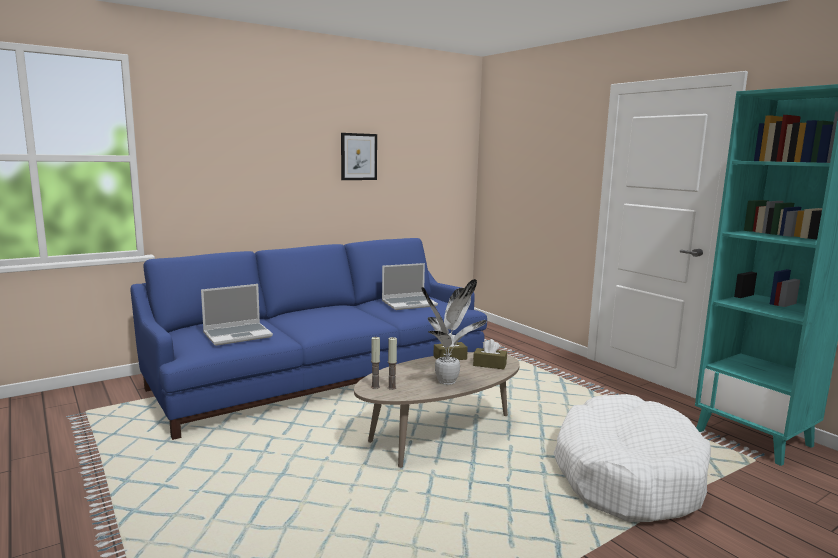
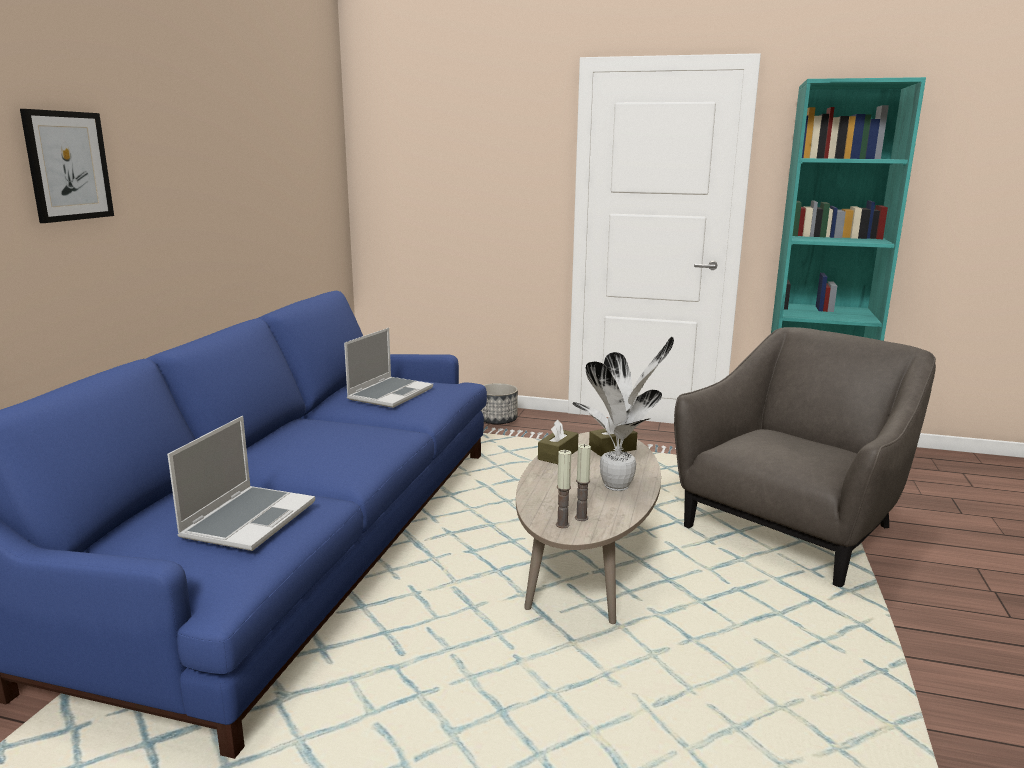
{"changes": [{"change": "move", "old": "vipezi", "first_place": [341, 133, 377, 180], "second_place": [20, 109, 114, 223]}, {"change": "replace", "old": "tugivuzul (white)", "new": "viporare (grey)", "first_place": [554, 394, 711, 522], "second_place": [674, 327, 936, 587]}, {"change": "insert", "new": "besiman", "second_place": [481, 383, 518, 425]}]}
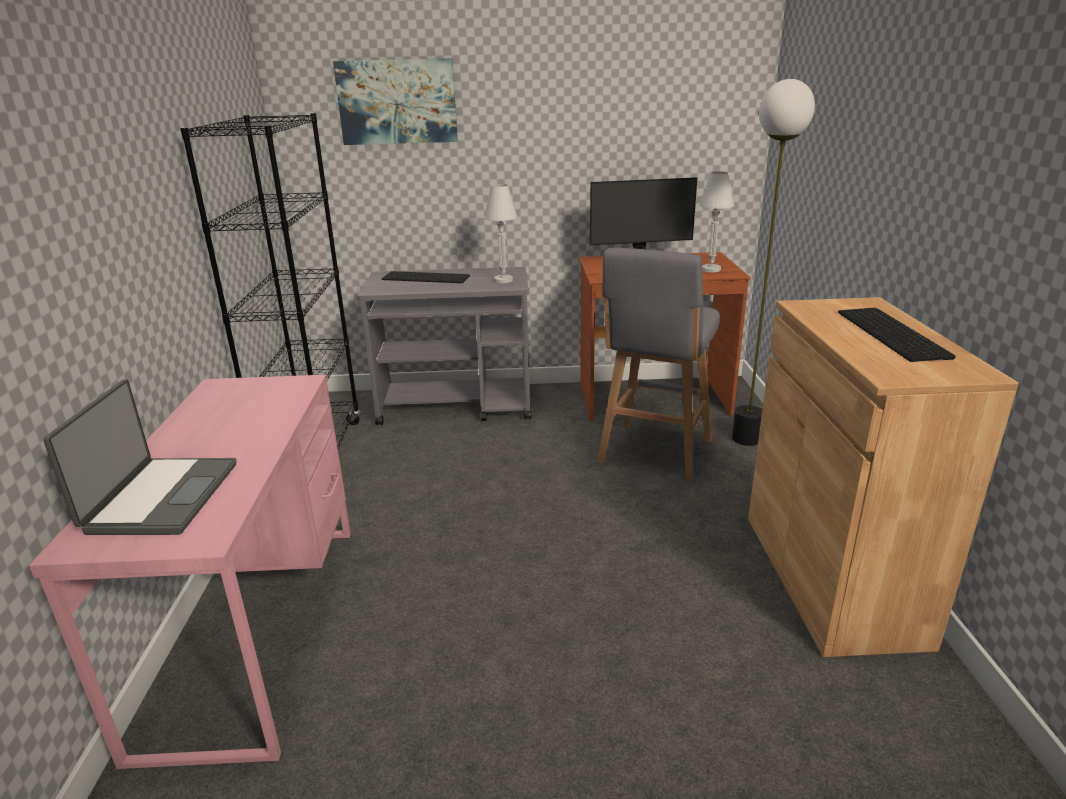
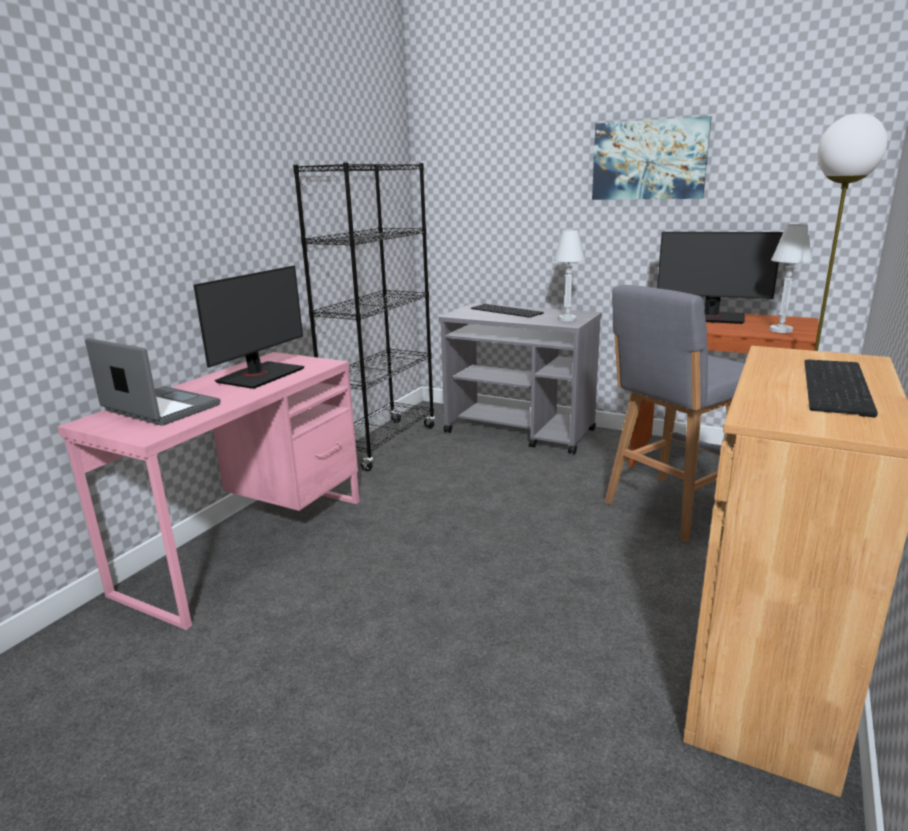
{"changes": [{"change": "rotate", "old": "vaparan", "first_place": [43, 379, 237, 535], "second_place": [85, 338, 220, 426], "degrees": -90}, {"change": "move", "old": "vipezi", "first_place": [333, 58, 458, 145], "second_place": [592, 116, 712, 200]}, {"change": "insert", "new": "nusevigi", "second_place": [193, 266, 305, 389]}]}
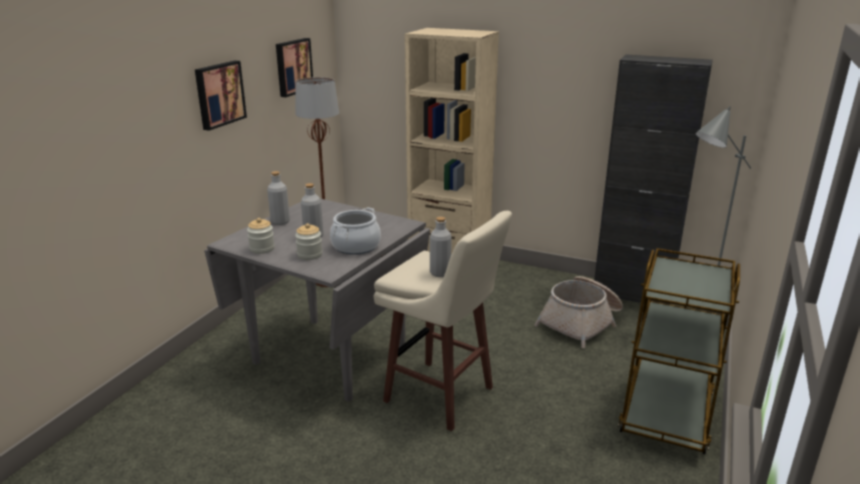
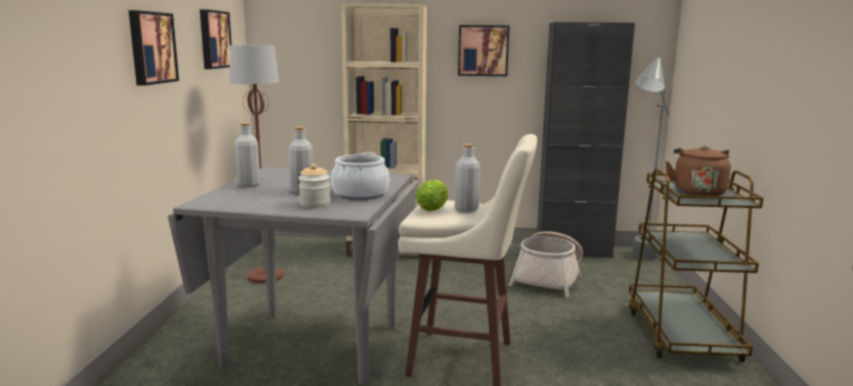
{"changes": [{"change": "delete", "old": "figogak", "first_place": [247, 218, 275, 254]}, {"change": "insert", "new": "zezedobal", "second_place": [415, 180, 448, 211]}, {"change": "insert", "new": "vipezi", "second_place": [458, 25, 509, 76]}, {"change": "insert", "new": "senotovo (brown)", "second_place": [665, 146, 731, 196]}]}
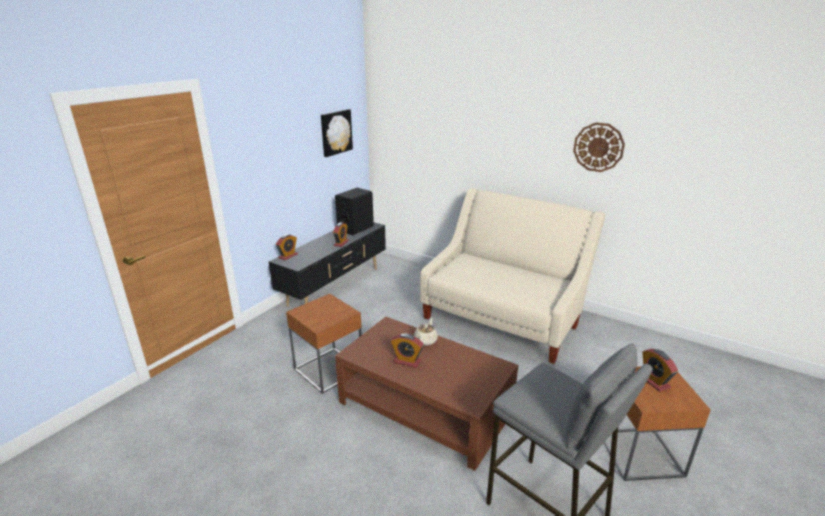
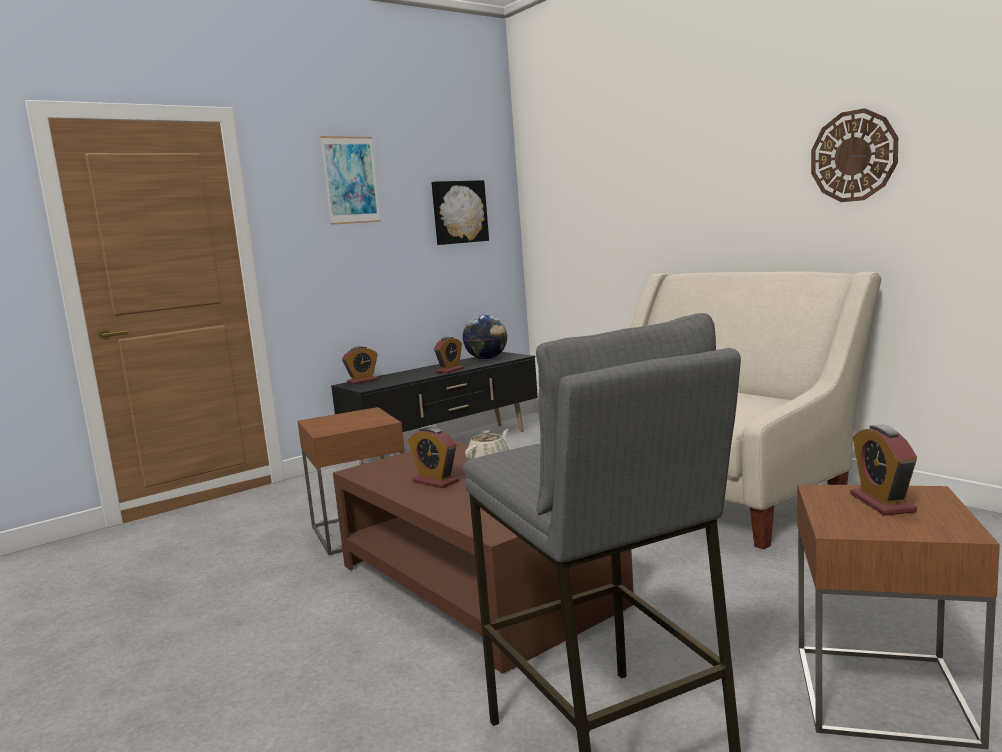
{"changes": [{"change": "replace", "old": "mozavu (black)", "new": "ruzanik", "first_place": [335, 188, 374, 235], "second_place": [463, 315, 507, 359]}, {"change": "insert", "new": "vipezi", "second_place": [320, 136, 381, 225]}]}
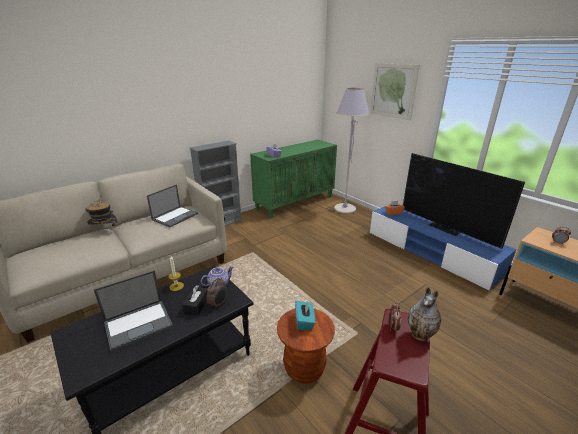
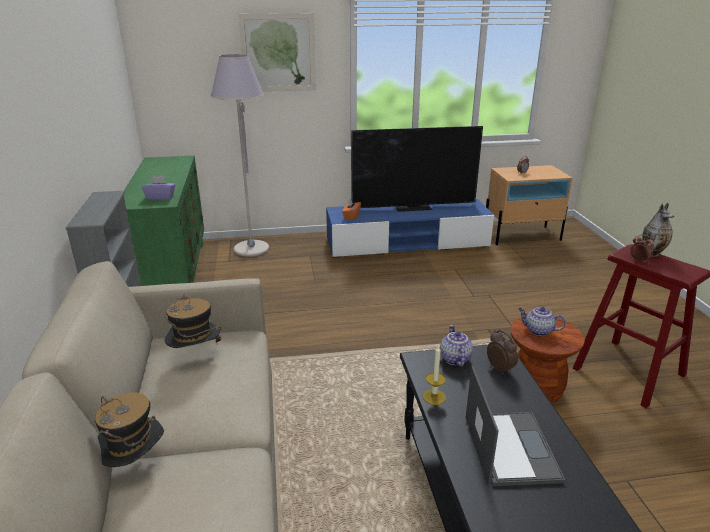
{"changes": [{"change": "replace", "old": "vaparan", "new": "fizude", "first_place": [147, 184, 198, 227], "second_place": [165, 293, 222, 348]}, {"change": "delete", "old": "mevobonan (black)", "first_place": [182, 285, 208, 316]}, {"change": "replace", "old": "mevobonan (turquoise)", "new": "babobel", "first_place": [295, 301, 315, 330], "second_place": [518, 307, 566, 336]}]}
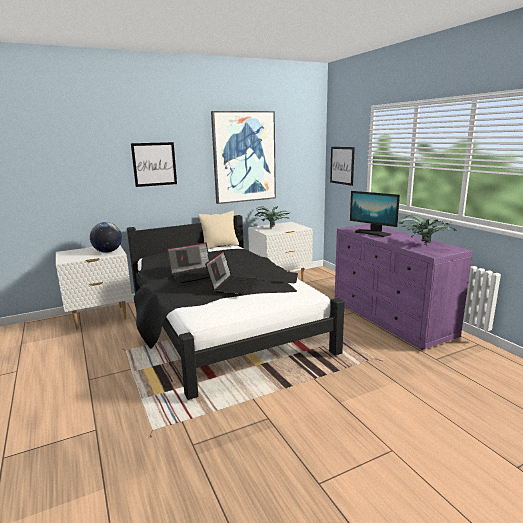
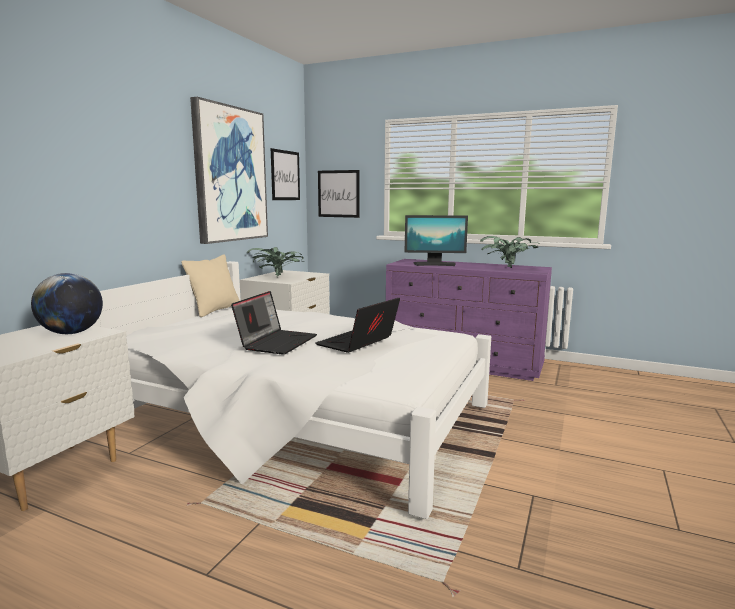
{"changes": [{"change": "recolor", "old": "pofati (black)", "new": "pofati (white)", "first_place": [127, 215, 345, 400], "second_place": [92, 261, 491, 519]}, {"change": "move", "old": "vipezi", "first_place": [131, 142, 177, 187], "second_place": [271, 148, 300, 200]}, {"change": "rotate", "old": "vaparan", "first_place": [205, 251, 257, 295], "second_place": [315, 298, 400, 353], "degrees": -120}]}
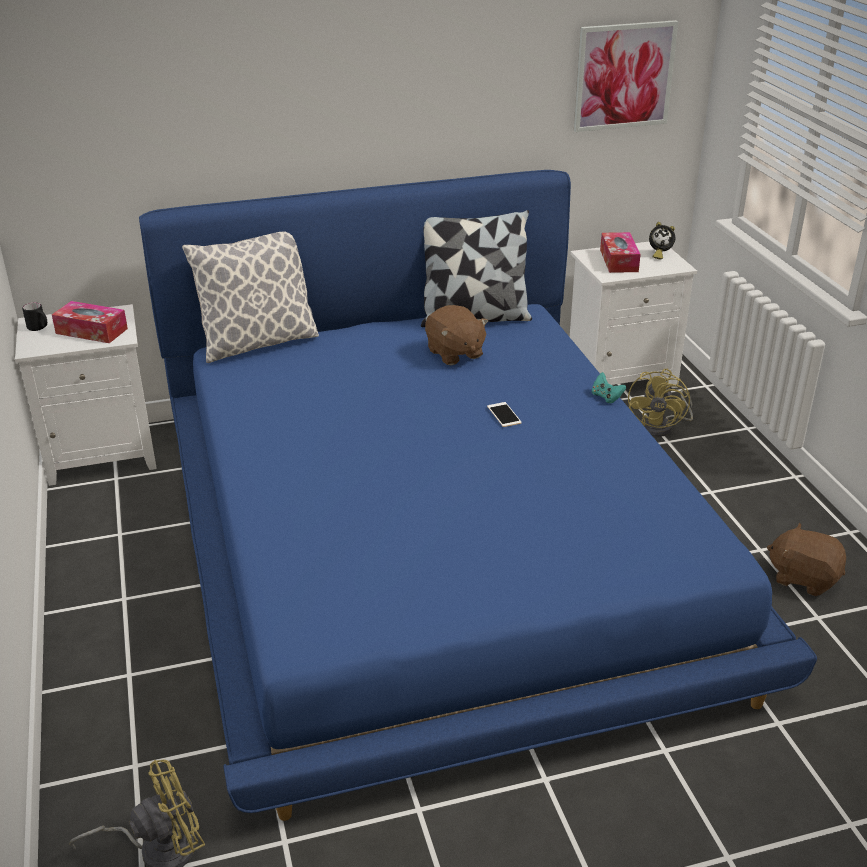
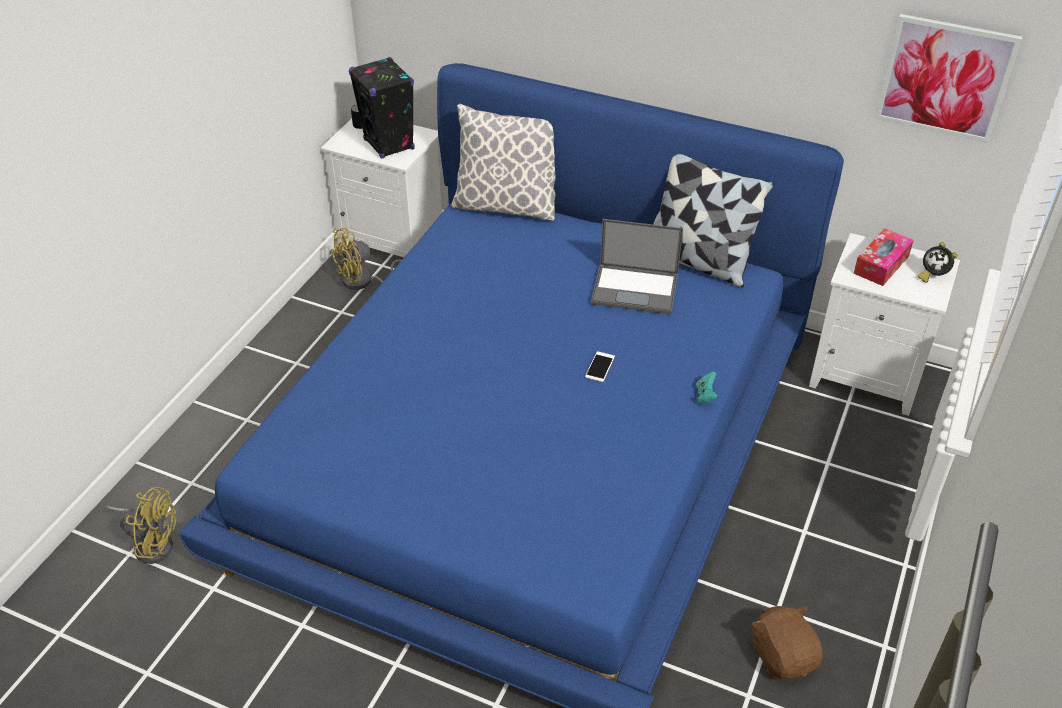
{"changes": [{"change": "replace", "old": "mevobonan", "new": "mozavu (black)", "first_place": [52, 301, 128, 343], "second_place": [349, 57, 415, 159]}, {"change": "replace", "old": "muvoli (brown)", "new": "vaparan", "first_place": [425, 305, 488, 365], "second_place": [591, 219, 683, 314]}, {"change": "move", "old": "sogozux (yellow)", "first_place": [628, 369, 693, 437], "second_place": [329, 227, 401, 290]}]}
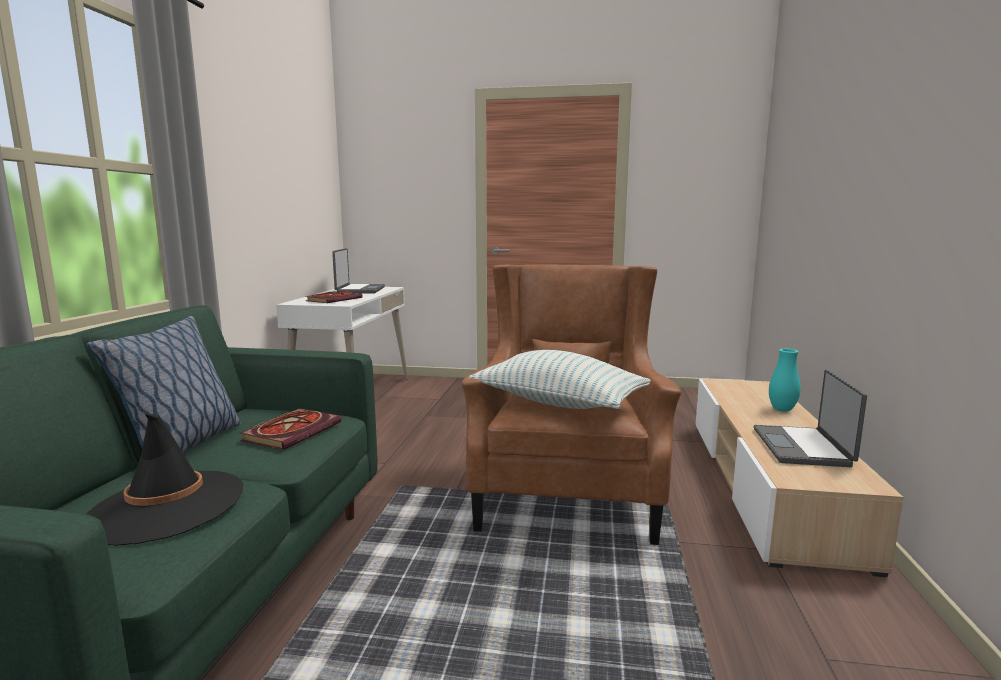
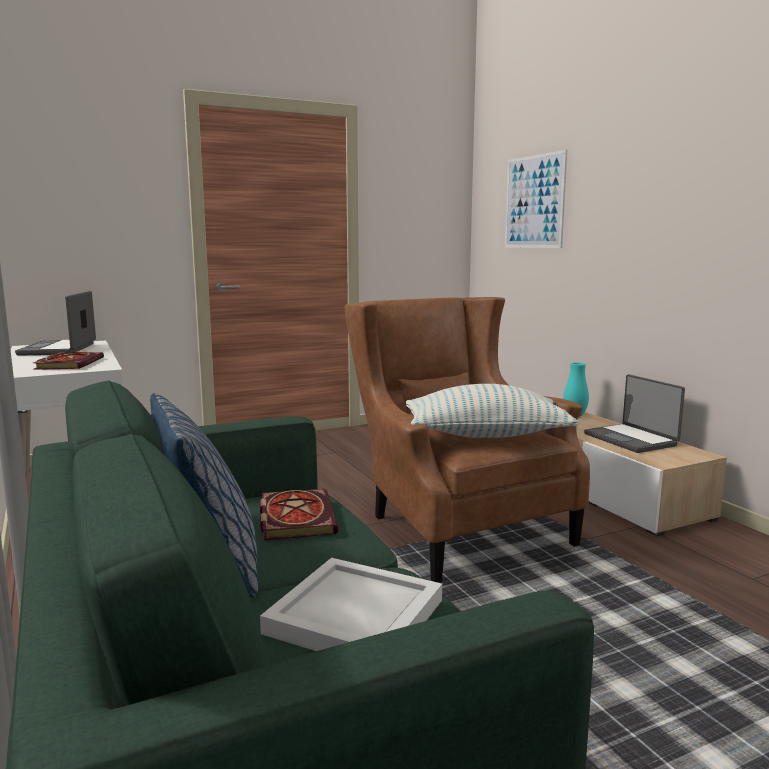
{"changes": [{"change": "replace", "old": "fizude (black)", "new": "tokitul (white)", "first_place": [87, 414, 243, 546], "second_place": [260, 558, 442, 651]}, {"change": "rotate", "old": "vaparan", "first_place": [332, 248, 385, 294], "second_place": [15, 291, 96, 355], "degrees": -150}, {"change": "insert", "new": "vipezi", "second_place": [505, 150, 567, 248]}]}
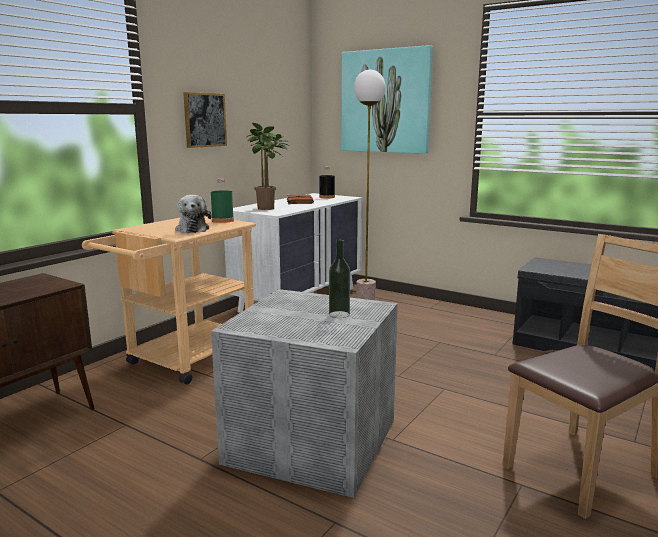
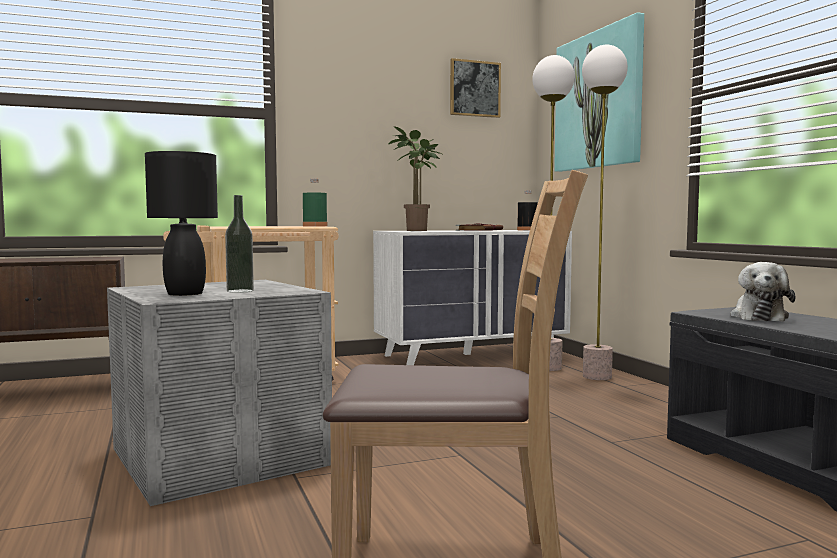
{"changes": [{"change": "move", "old": "muvoli", "first_place": [175, 195, 212, 233], "second_place": [730, 262, 795, 322]}, {"change": "move", "old": "vipezi", "first_place": [183, 92, 227, 148], "second_place": [450, 58, 501, 118]}, {"change": "insert", "new": "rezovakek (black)", "second_place": [145, 151, 218, 296]}, {"change": "insert", "new": "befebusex", "second_place": [582, 44, 628, 380]}]}
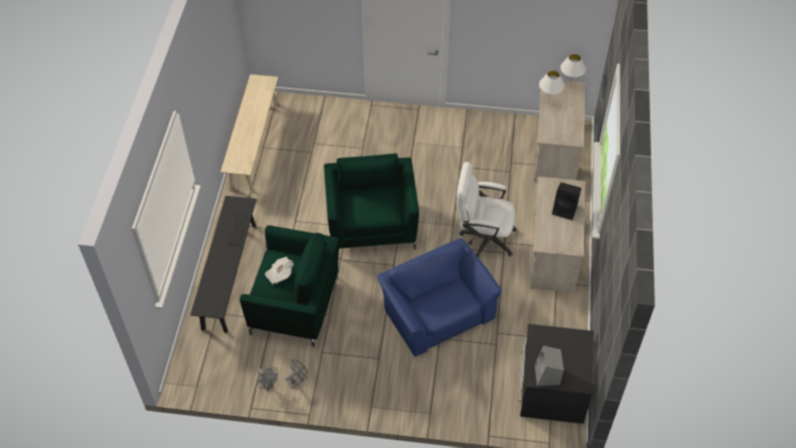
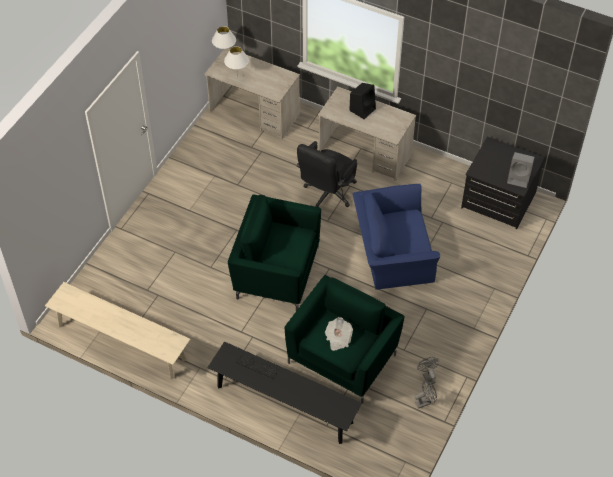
{"changes": [{"change": "recolor", "old": "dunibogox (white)", "new": "dunibogox (black)", "first_place": [456, 162, 517, 258], "second_place": [297, 141, 357, 207]}]}
